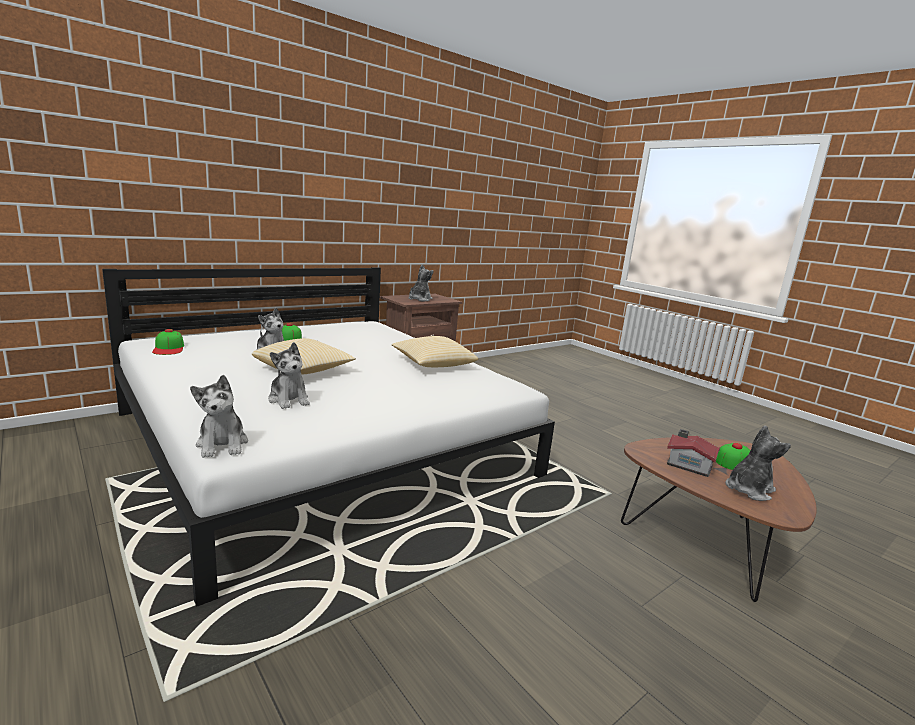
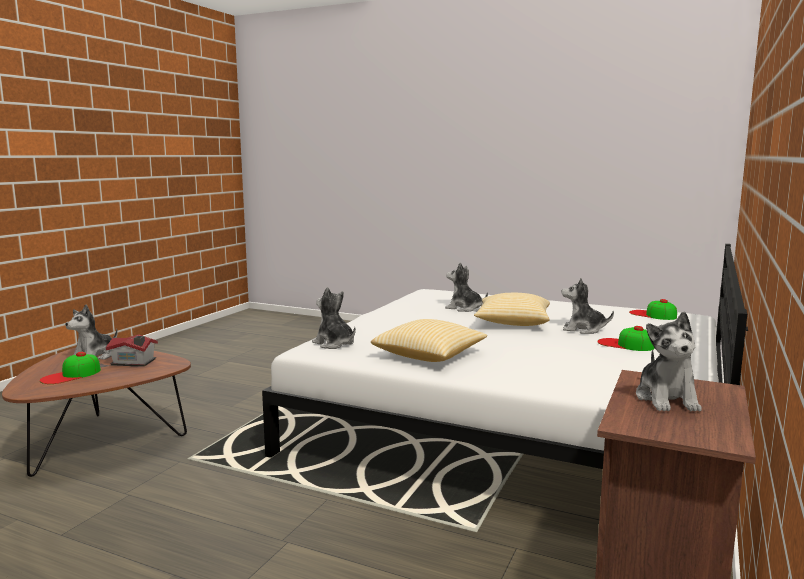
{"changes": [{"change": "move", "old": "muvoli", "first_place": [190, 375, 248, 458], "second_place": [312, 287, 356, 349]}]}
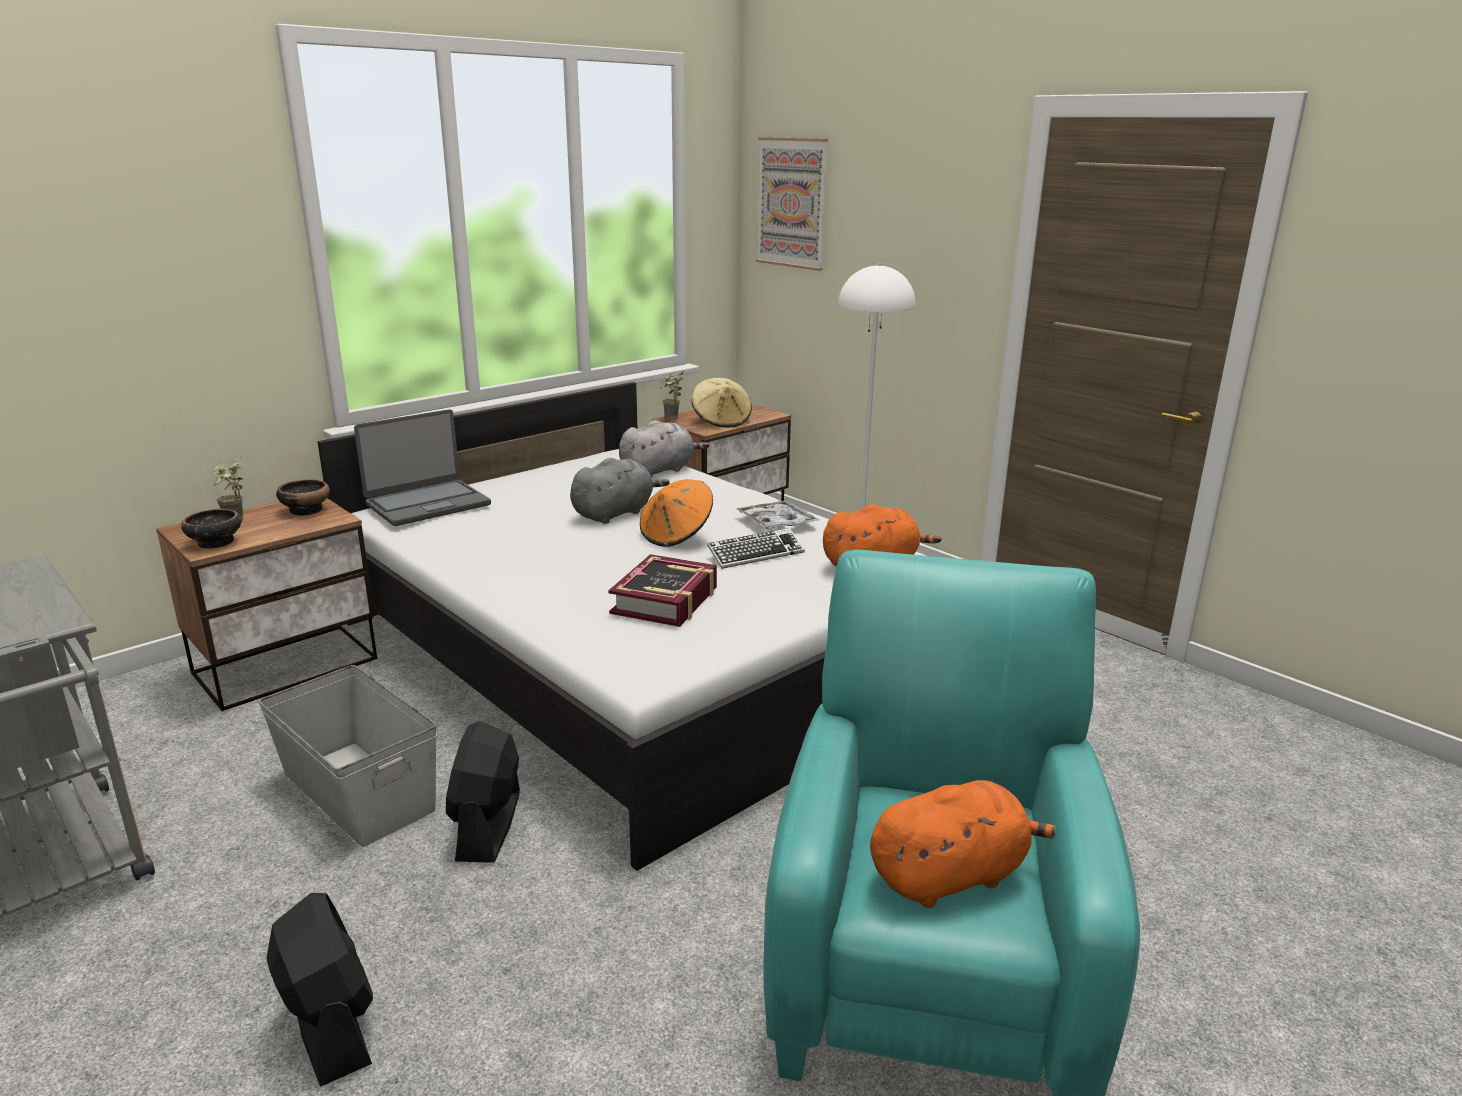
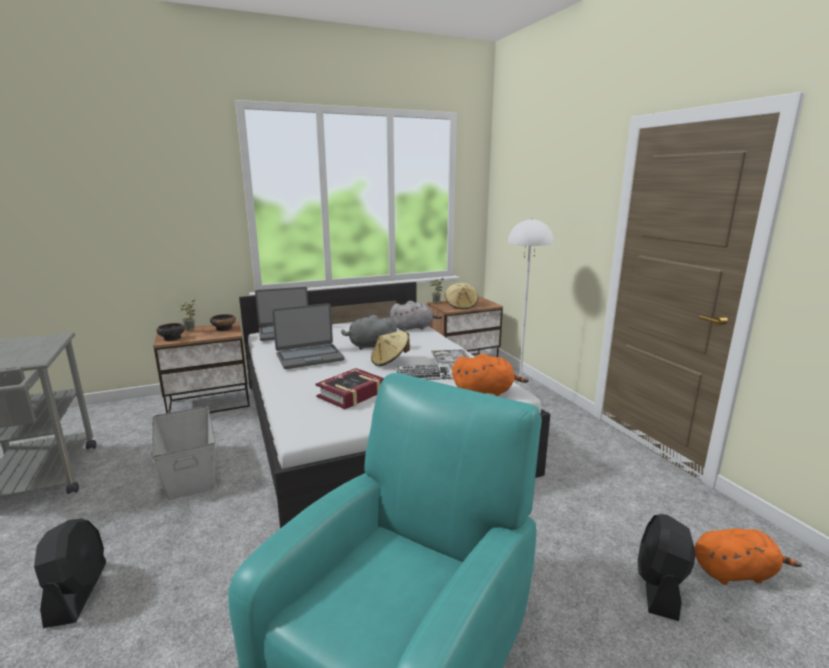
{"changes": [{"change": "move", "old": "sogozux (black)", "first_place": [446, 721, 520, 863], "second_place": [638, 514, 696, 621]}, {"change": "rotate", "old": "muvoli (grey)", "first_place": [570, 458, 670, 524], "second_place": [341, 315, 397, 350], "degrees": -150}, {"change": "recolor", "old": "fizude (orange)", "new": "fizude (beige)", "first_place": [640, 479, 713, 547], "second_place": [371, 331, 410, 366]}, {"change": "delete", "old": "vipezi", "first_place": [756, 137, 828, 271]}, {"change": "move", "old": "muvoli (orange)", "first_place": [870, 780, 1056, 908], "second_place": [694, 528, 802, 585]}, {"change": "insert", "new": "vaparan", "second_place": [272, 303, 345, 369]}]}
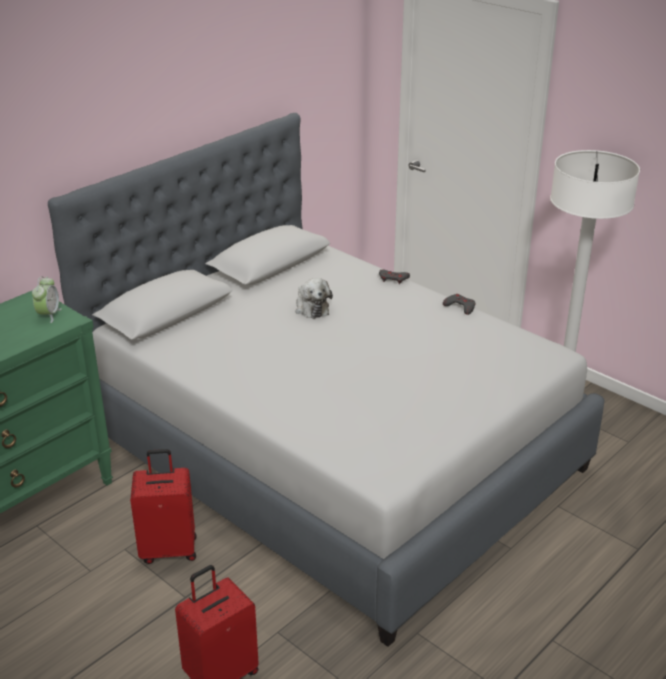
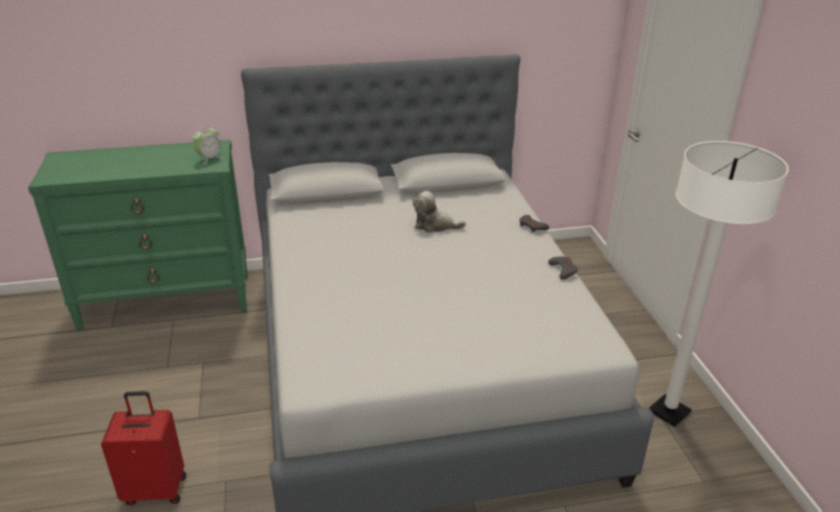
{"changes": [{"change": "delete", "old": "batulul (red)", "first_place": [130, 449, 197, 564]}, {"change": "rotate", "old": "muvoli", "first_place": [296, 278, 333, 319], "second_place": [413, 191, 466, 233], "degrees": 90}]}
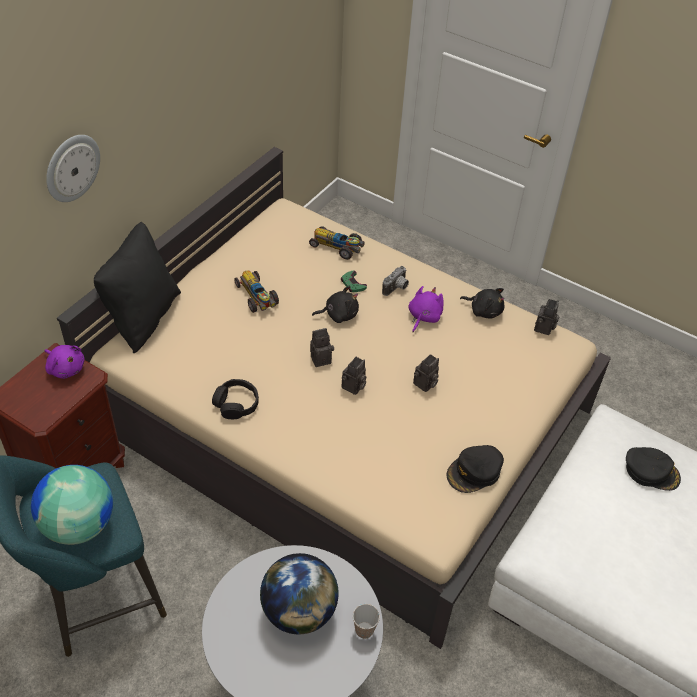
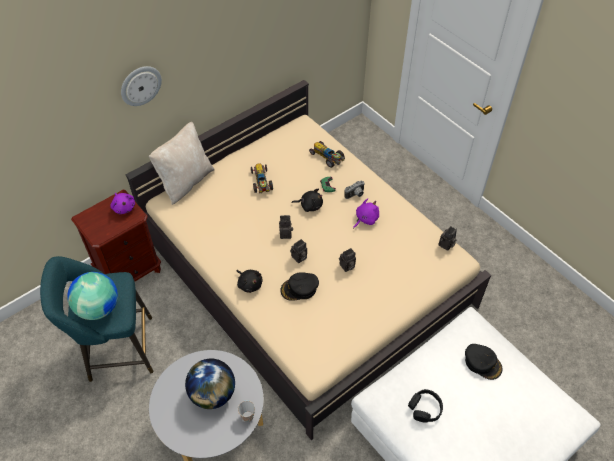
{"changes": [{"change": "recolor", "old": "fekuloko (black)", "new": "fekuloko (beige)", "first_place": [94, 222, 181, 353], "second_place": [149, 121, 215, 205]}, {"change": "move", "old": "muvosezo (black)", "first_place": [212, 379, 259, 419], "second_place": [408, 389, 443, 423]}, {"change": "move", "old": "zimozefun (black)", "first_place": [446, 445, 504, 493], "second_place": [280, 272, 319, 301]}, {"change": "move", "old": "muvoli (black)", "first_place": [460, 288, 505, 318], "second_place": [236, 270, 263, 293]}]}
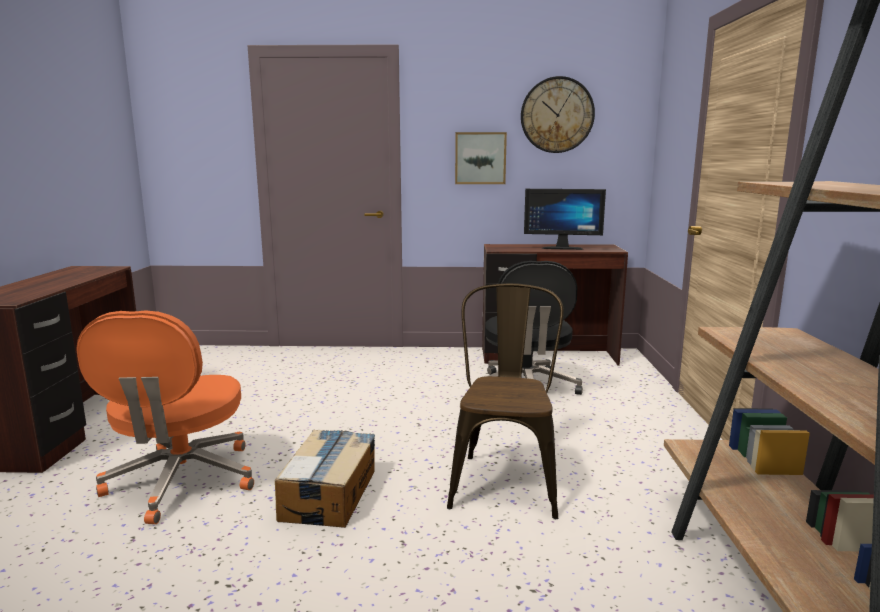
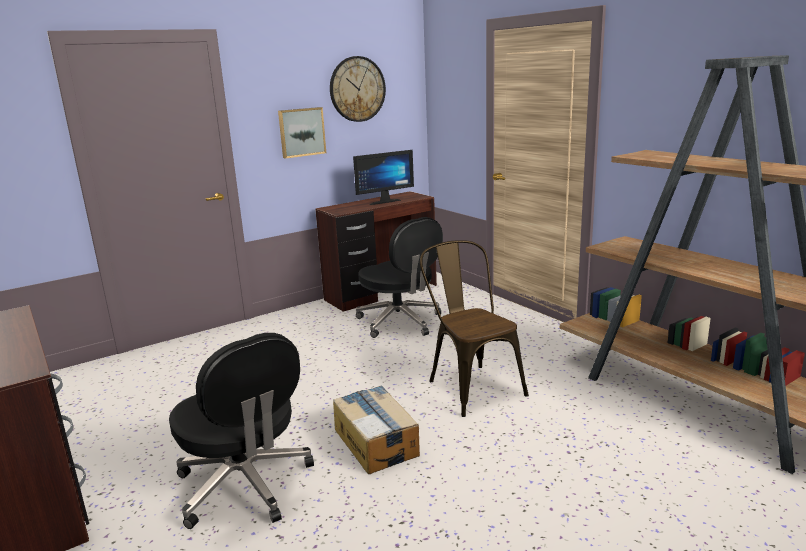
{"changes": [{"change": "recolor", "old": "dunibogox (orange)", "new": "dunibogox (black)", "first_place": [76, 310, 254, 524], "second_place": [169, 333, 314, 529]}]}
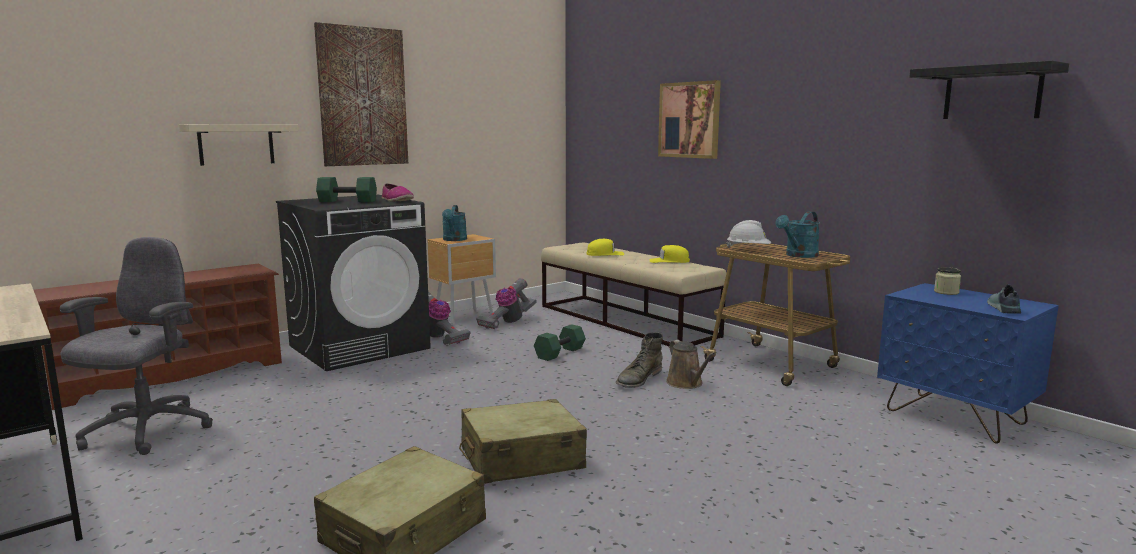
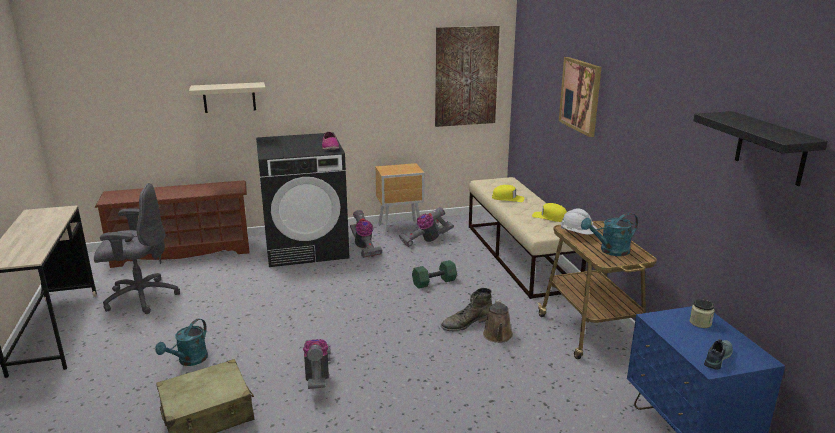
{"changes": [{"change": "rotate", "old": "dunibogox (grey)", "first_place": [60, 237, 213, 455], "second_place": [94, 183, 180, 314], "degrees": 45}, {"change": "move", "old": "vipezi", "first_place": [314, 22, 408, 166], "second_place": [435, 26, 500, 127]}, {"change": "delete", "old": "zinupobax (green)", "first_place": [316, 177, 377, 202]}, {"change": "move", "old": "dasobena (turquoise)", "first_place": [442, 205, 467, 241], "second_place": [155, 318, 208, 366]}, {"change": "replace", "old": "batulul (beige)", "new": "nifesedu", "first_place": [459, 399, 587, 484], "second_place": [303, 339, 331, 389]}]}
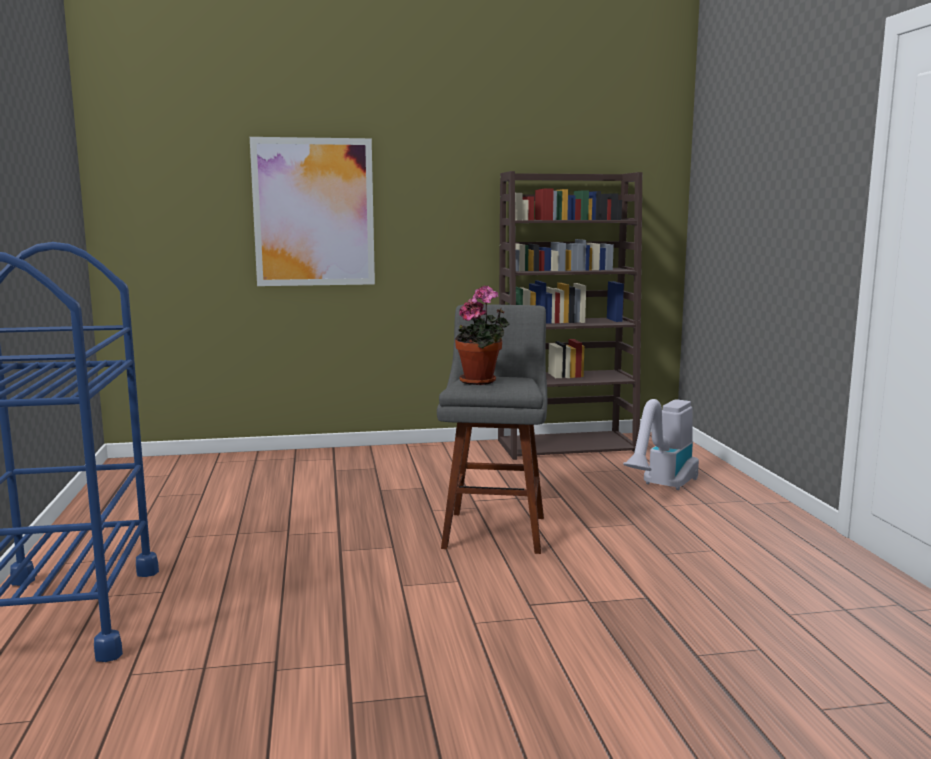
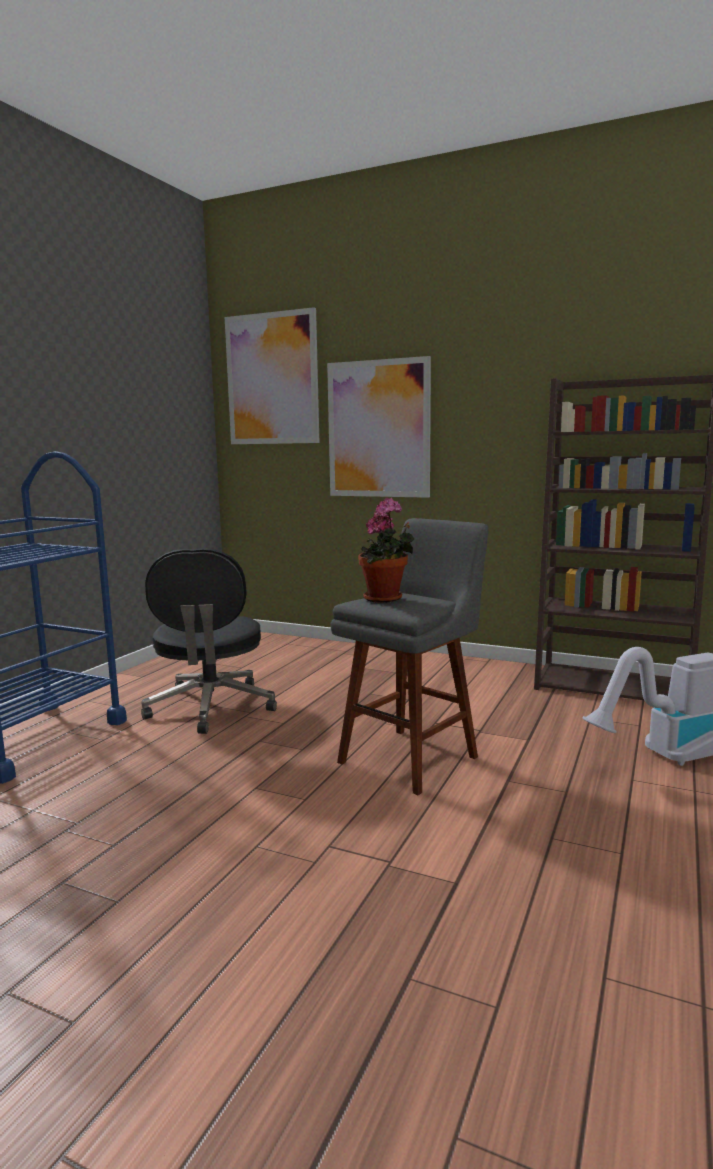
{"changes": [{"change": "insert", "new": "dunibogox (black)", "second_place": [141, 548, 277, 734]}, {"change": "insert", "new": "vipezi", "second_place": [225, 307, 320, 444]}]}
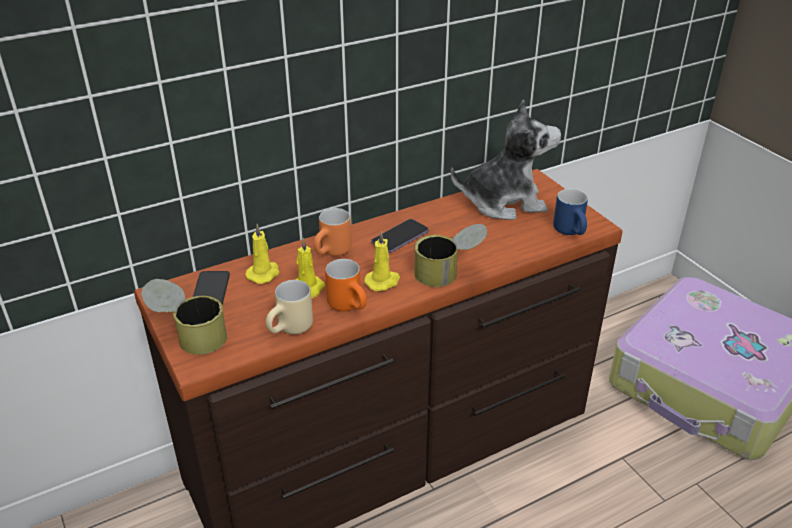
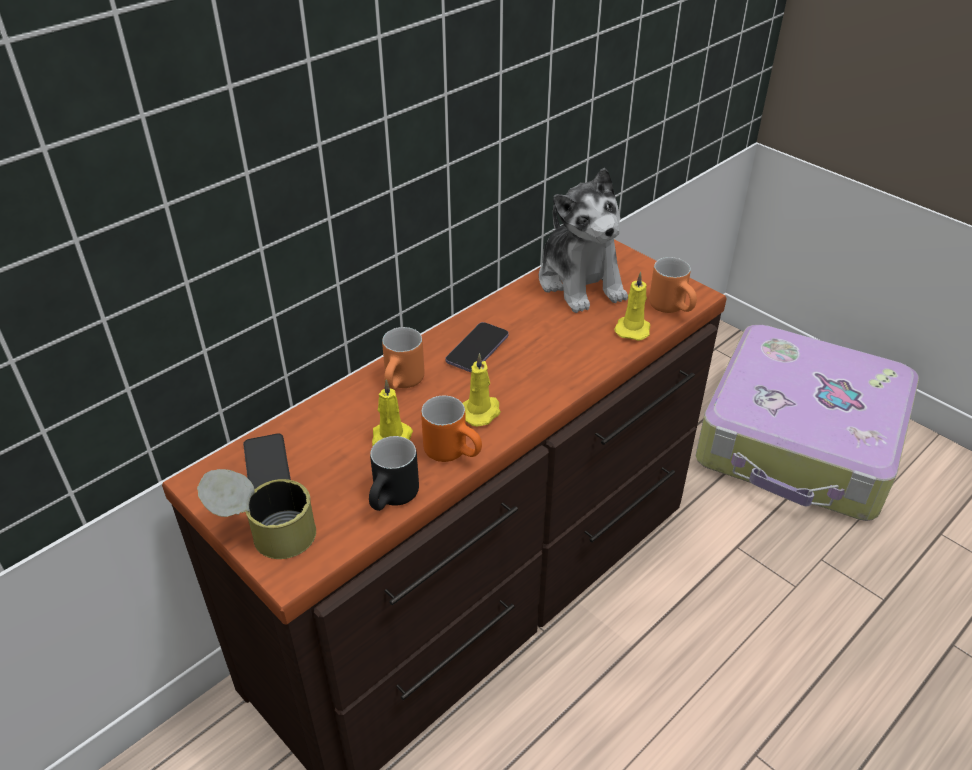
{"changes": [{"change": "move", "old": "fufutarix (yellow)", "first_place": [246, 224, 280, 284], "second_place": [614, 272, 650, 341]}, {"change": "recolor", "old": "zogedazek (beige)", "new": "zogedazek (black)", "first_place": [266, 280, 313, 334], "second_place": [369, 436, 419, 511]}, {"change": "delete", "old": "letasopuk", "first_place": [414, 224, 487, 287]}, {"change": "rotate", "old": "muvoli", "first_place": [450, 99, 561, 220], "second_place": [539, 168, 628, 313], "degrees": 90}, {"change": "recolor", "old": "zogedazek (blue)", "new": "zogedazek (orange)", "first_place": [553, 189, 588, 235], "second_place": [649, 257, 697, 313]}]}
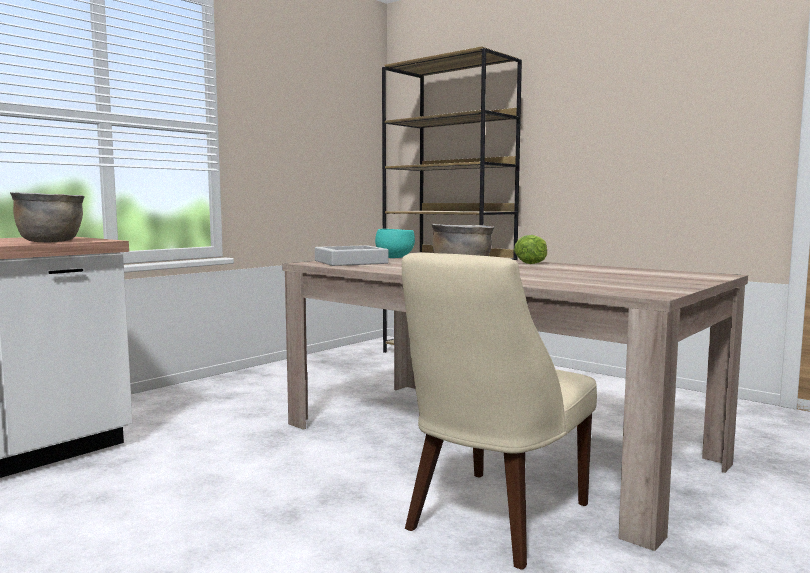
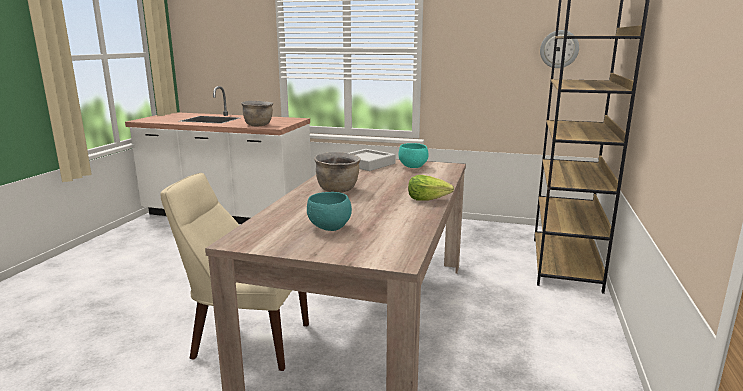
{"changes": [{"change": "insert", "new": "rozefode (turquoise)", "second_place": [307, 192, 352, 231]}, {"change": "insert", "new": "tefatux", "second_place": [540, 30, 579, 68]}]}
